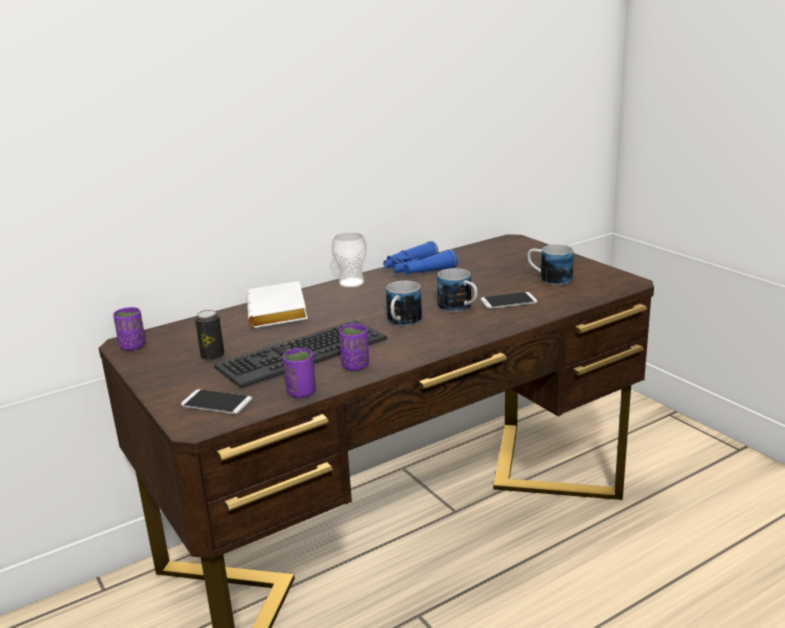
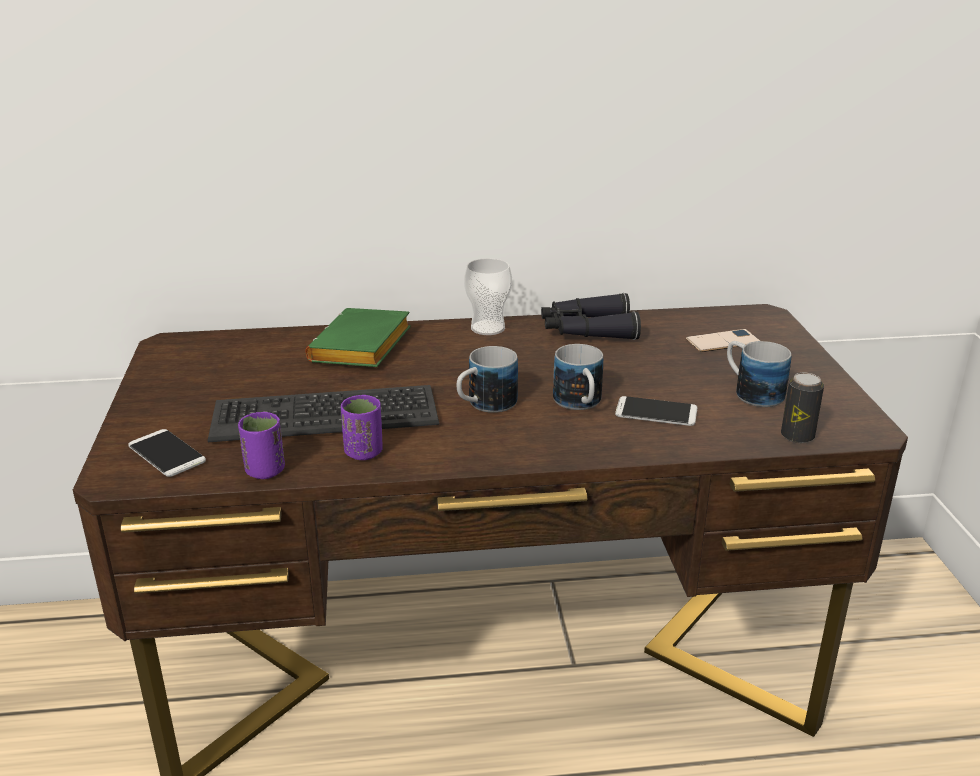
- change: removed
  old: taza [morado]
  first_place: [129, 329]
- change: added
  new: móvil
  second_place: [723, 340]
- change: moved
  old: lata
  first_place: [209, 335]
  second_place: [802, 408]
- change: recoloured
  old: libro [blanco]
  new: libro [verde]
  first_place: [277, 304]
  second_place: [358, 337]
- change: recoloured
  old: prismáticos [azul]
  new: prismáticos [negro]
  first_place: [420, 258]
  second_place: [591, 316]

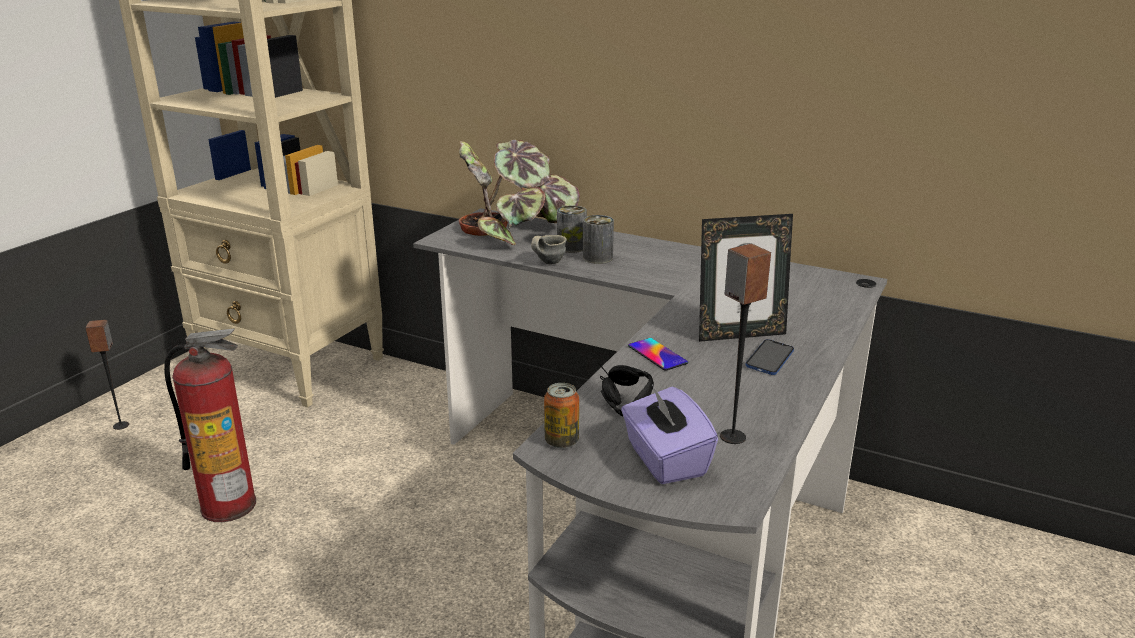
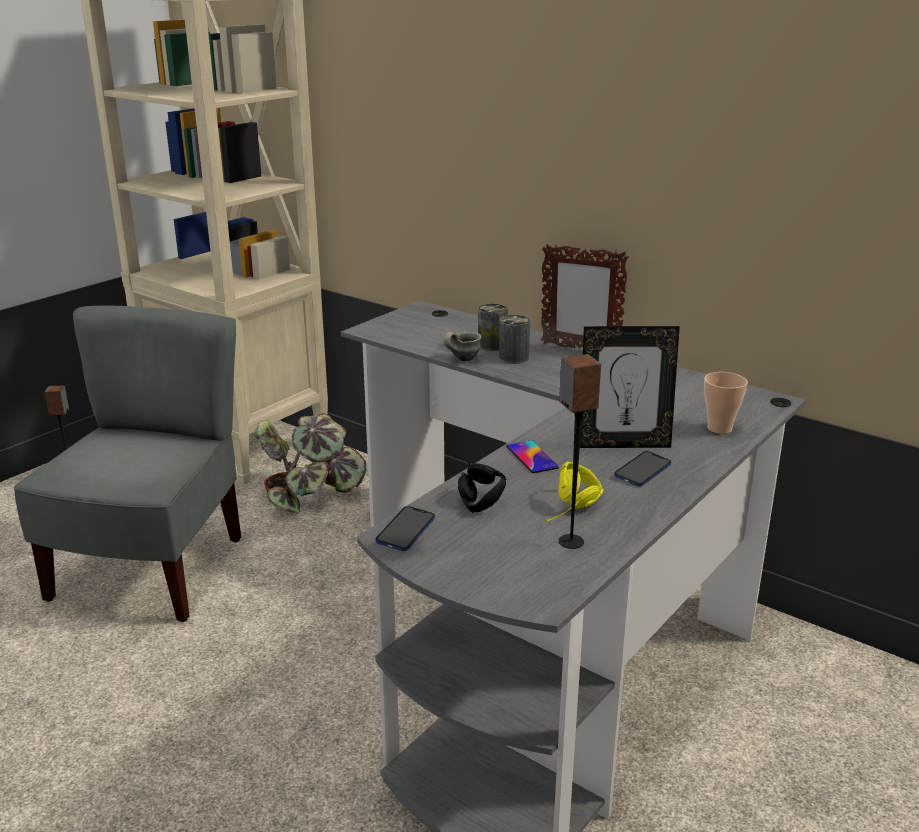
- change: removed
  old: caja de pañuelos [morado]
  first_place: [669, 434]
- change: added
  new: portarretratos
  second_place: [585, 296]
- change: added
  new: auriculares [amarillo]
  second_place: [574, 491]
- change: added
  new: taza
  second_place: [726, 403]
- change: moved
  old: planta en maceta
  first_place: [519, 192]
  second_place: [311, 463]
- change: replaced
  old: extintor
  new: silla [gris]
  first_place: [210, 425]
  second_place: [127, 464]
- change: replaced
  old: lata
  new: móvil
  first_place: [561, 415]
  second_place: [405, 528]

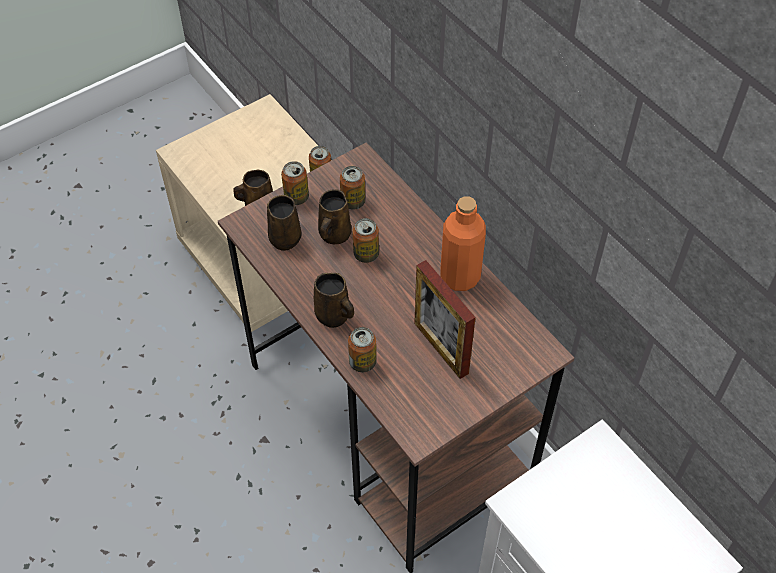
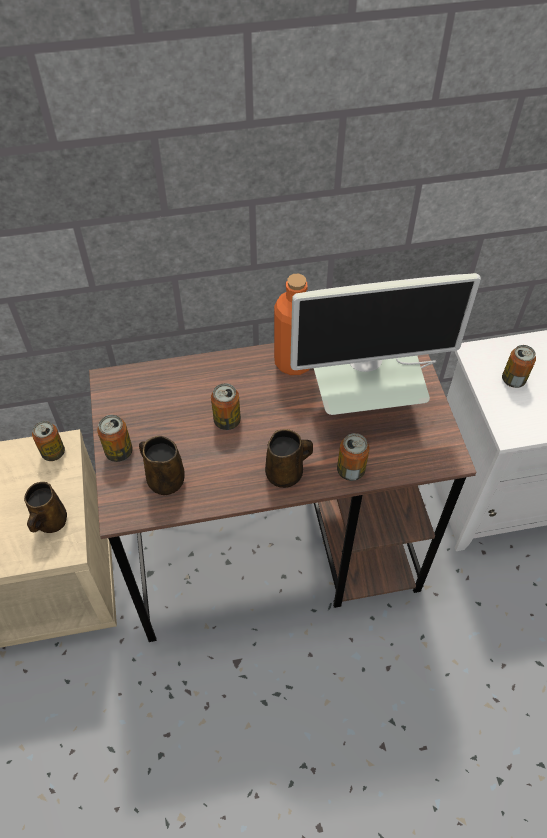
- change: removed
  old: taza grande [marrón]
  first_place: [335, 217]
- change: moved
  old: lata
  first_place: [352, 188]
  second_place: [519, 366]
- change: replaced
  old: portarretratos
  new: monitor
  first_place: [445, 319]
  second_place: [385, 344]

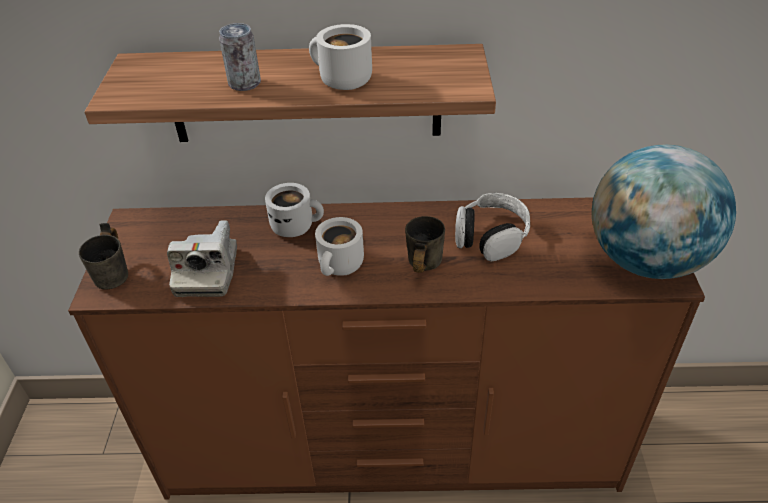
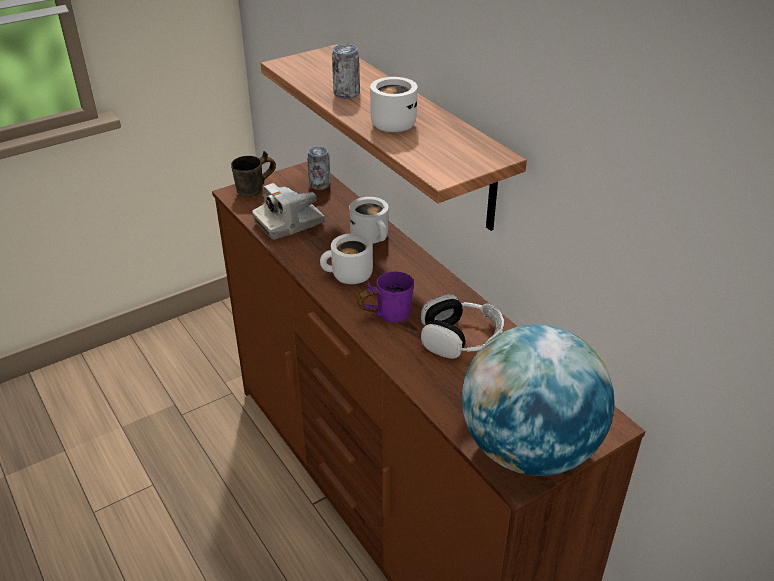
- change: added
  new: lata
  second_place: [319, 168]
- change: recoloured
  old: taza grande [gris]
  new: taza grande [morado]
  first_place: [425, 244]
  second_place: [385, 297]

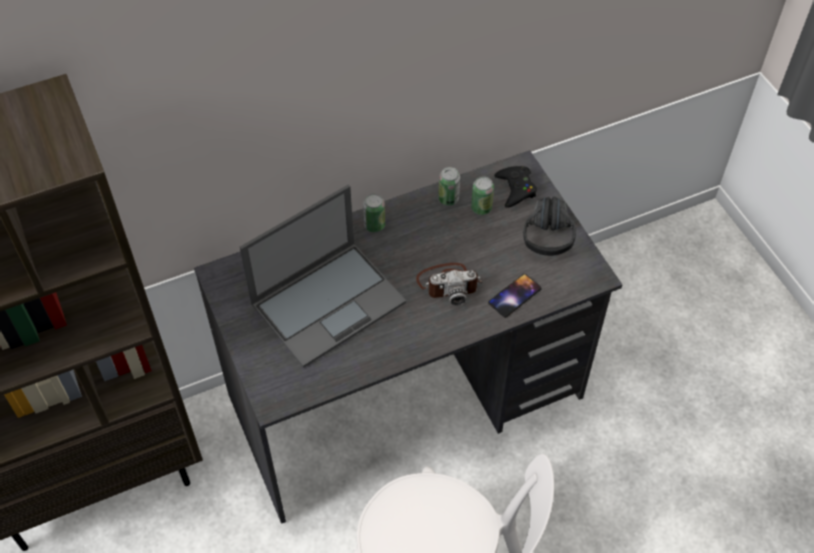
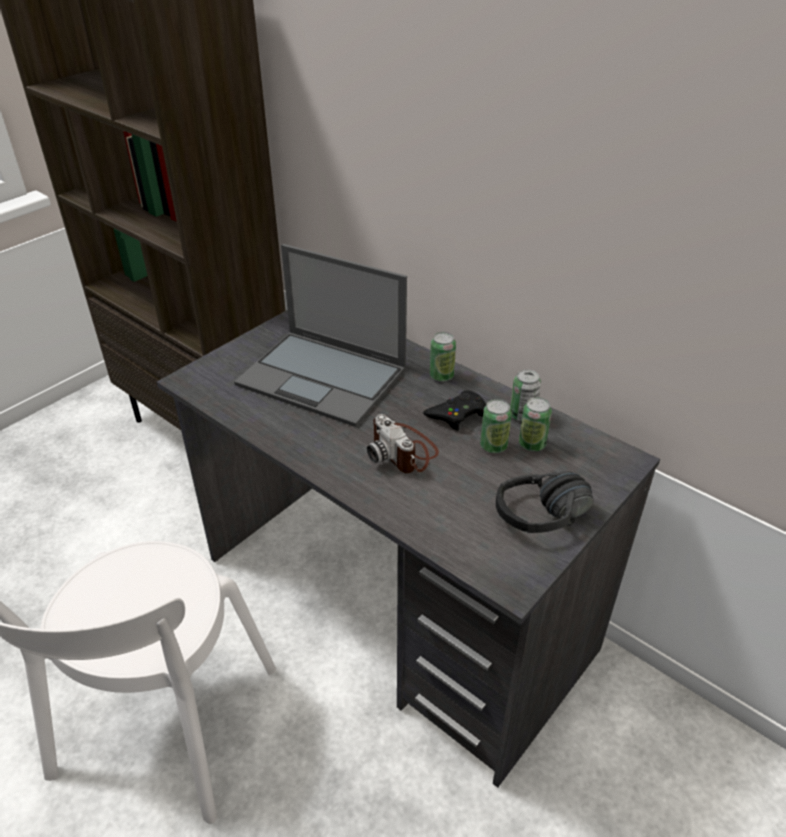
- change: removed
  old: móvil
  first_place: [515, 296]
- change: added
  new: lata
  second_place: [496, 426]
- change: moved
  old: mando de consola [negro]
  first_place: [515, 187]
  second_place: [454, 410]

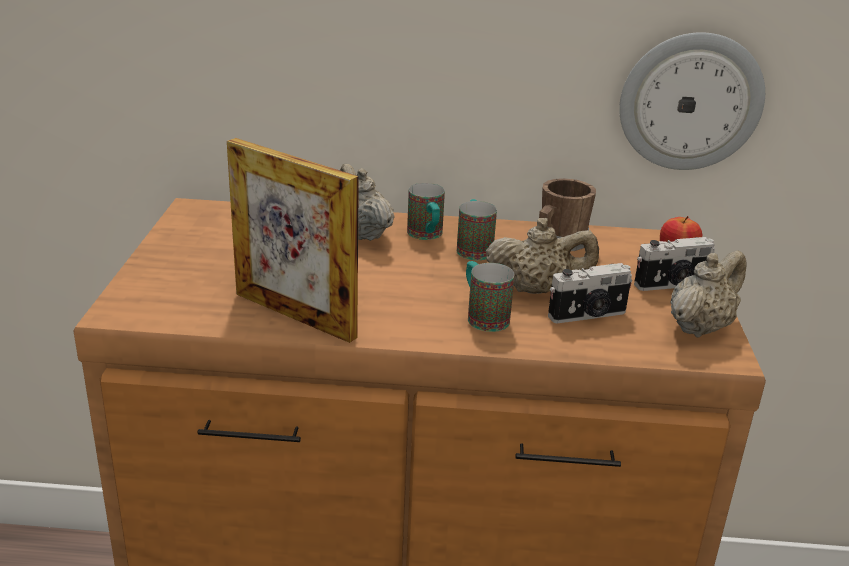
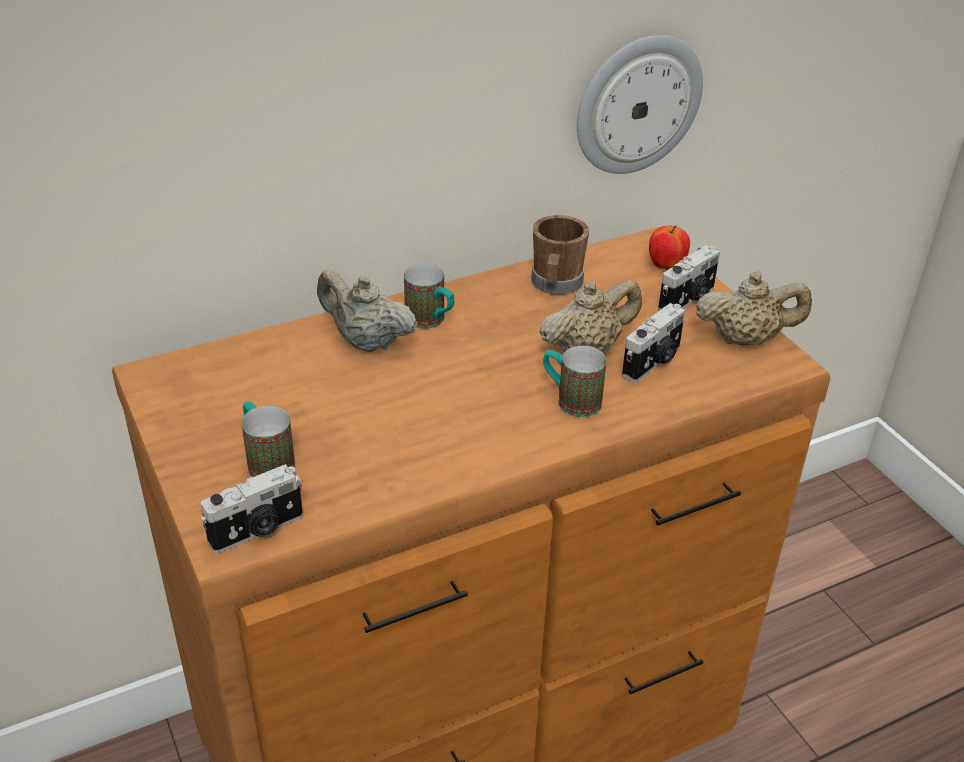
- change: removed
  old: portarretratos
  first_place: [293, 240]
- change: added
  new: cámara
  second_place: [251, 508]
- change: moved
  old: taza grande
  first_place: [477, 229]
  second_place: [268, 439]
- change: turned
  old: tetera [beis]
  first_place: [708, 294]
  second_place: [754, 308]
  degrees: 75

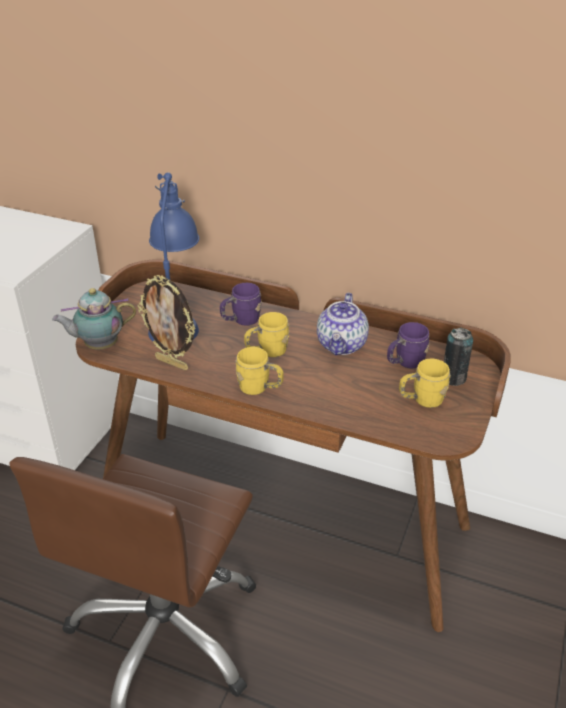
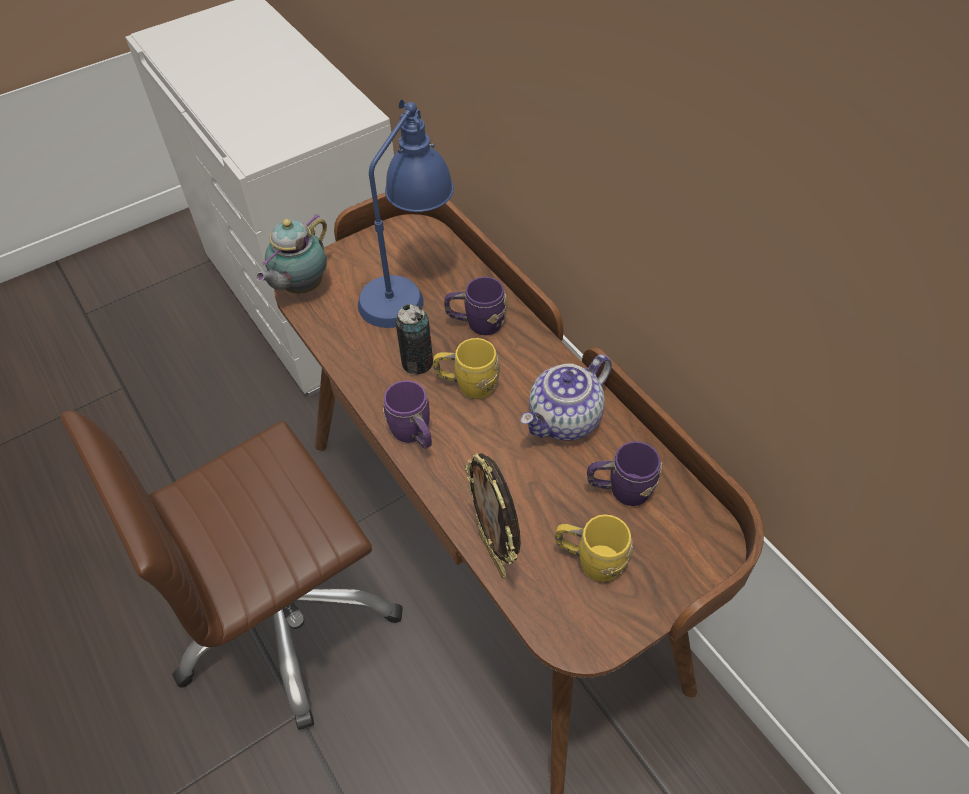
- change: moved
  old: portarretratos
  first_place: [166, 323]
  second_place: [493, 516]
- change: moved
  old: lata
  first_place: [458, 357]
  second_place: [414, 339]
- change: recoloured
  old: taza grande [amarillo]
  new: taza grande [morado]
  first_place: [259, 371]
  second_place: [407, 414]
- change: turned
  old: tetera
  first_place: [94, 318]
  second_place: [291, 254]
  degrees: -75

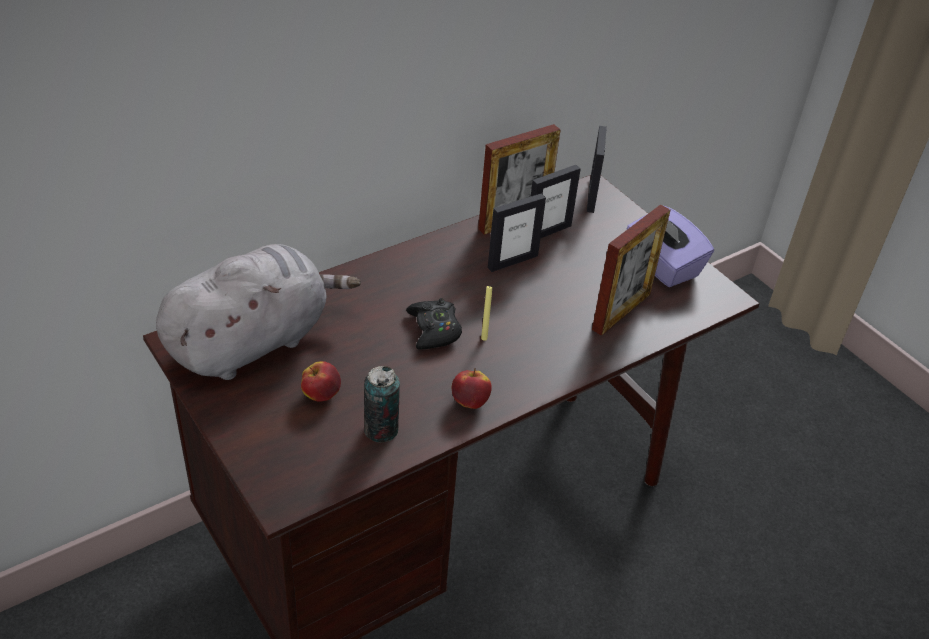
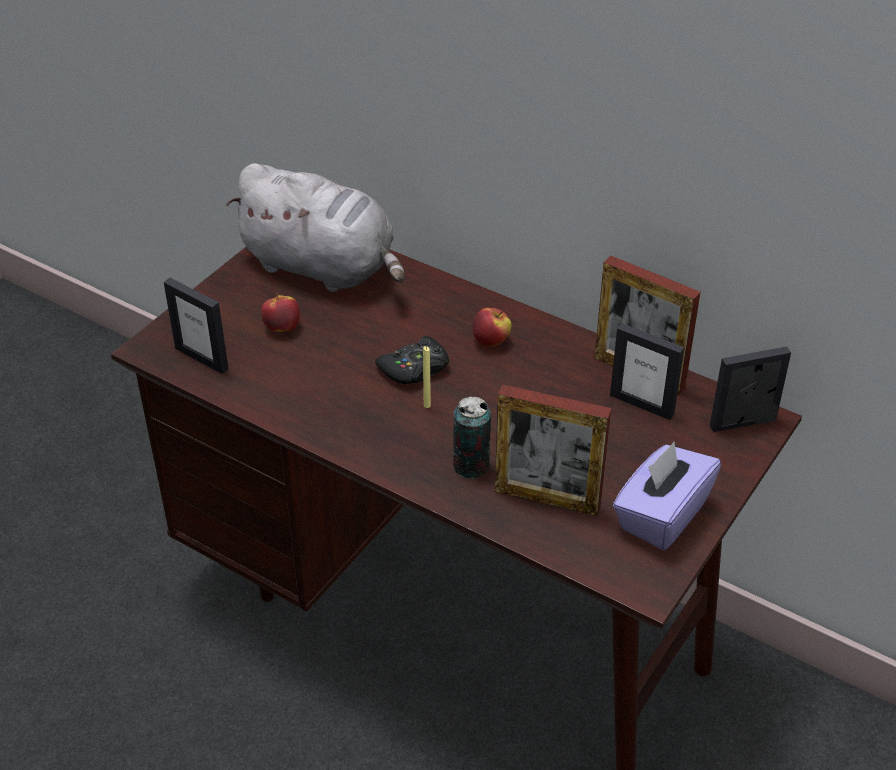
- change: moved
  old: lata
  first_place: [382, 404]
  second_place: [472, 438]
- change: moved
  old: manzana
  first_place: [472, 388]
  second_place: [491, 327]
- change: moved
  old: portarretratos
  first_place: [517, 232]
  second_place: [196, 326]

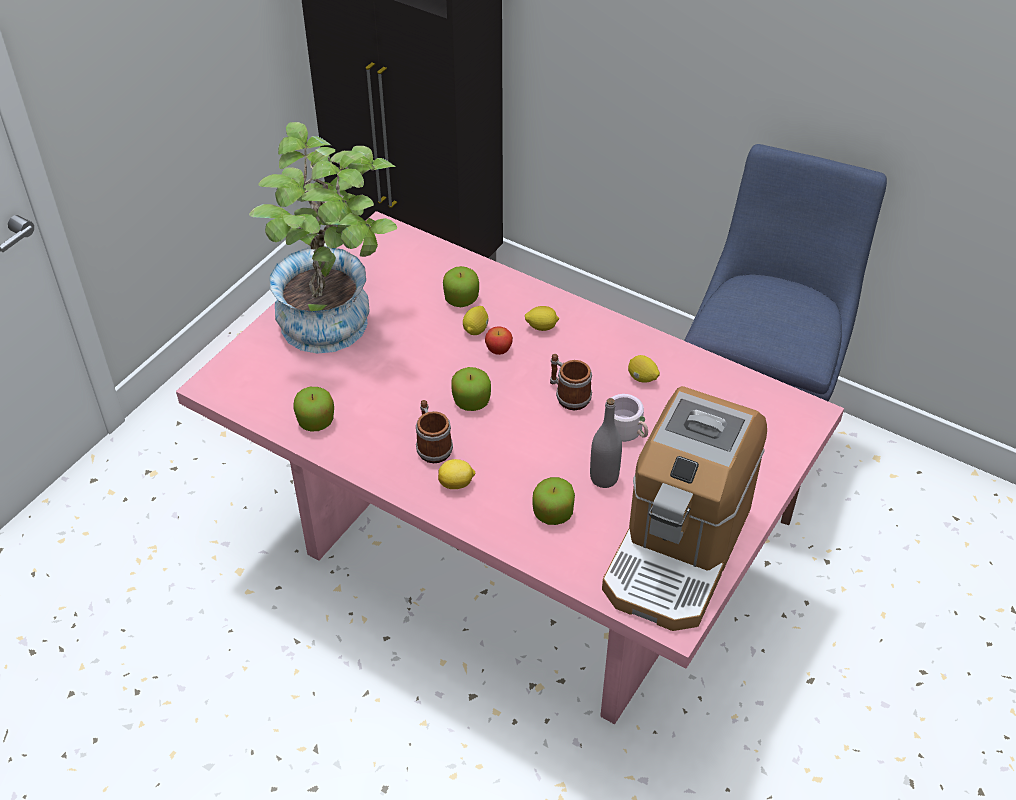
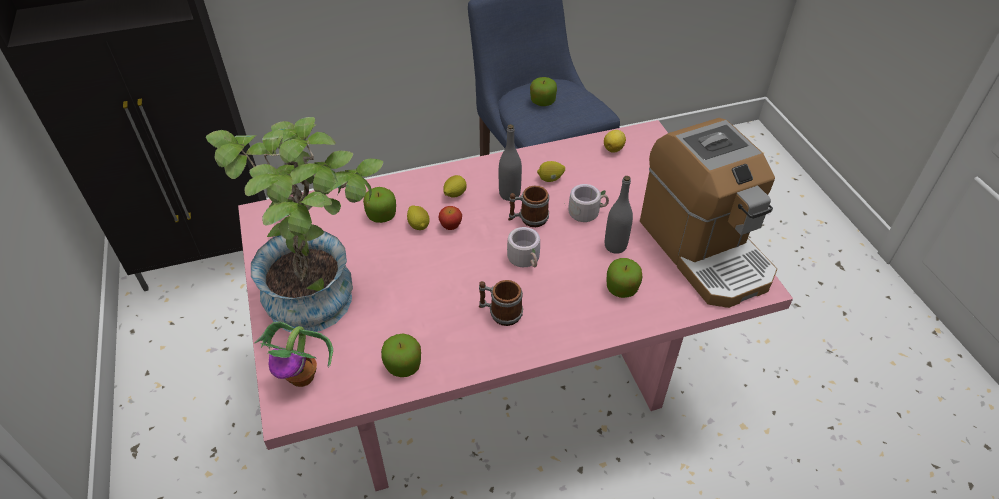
- change: added
  new: planta en maceta
  second_place: [293, 354]
- change: added
  new: botella [gris]
  second_place: [510, 162]
- change: added
  new: taza grande [gris]
  second_place: [523, 247]
- change: moved
  old: limón
  first_place: [456, 474]
  second_place: [615, 141]
- change: moved
  old: manzana
  first_place: [471, 389]
  second_place: [543, 91]

